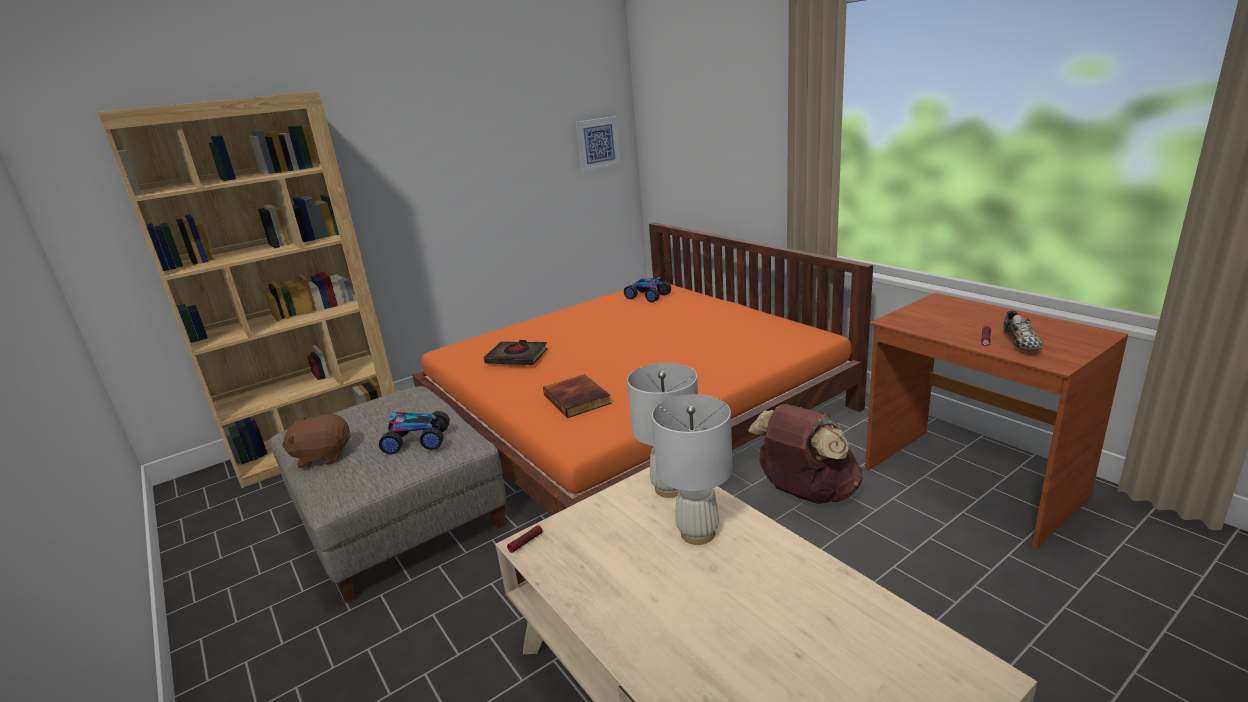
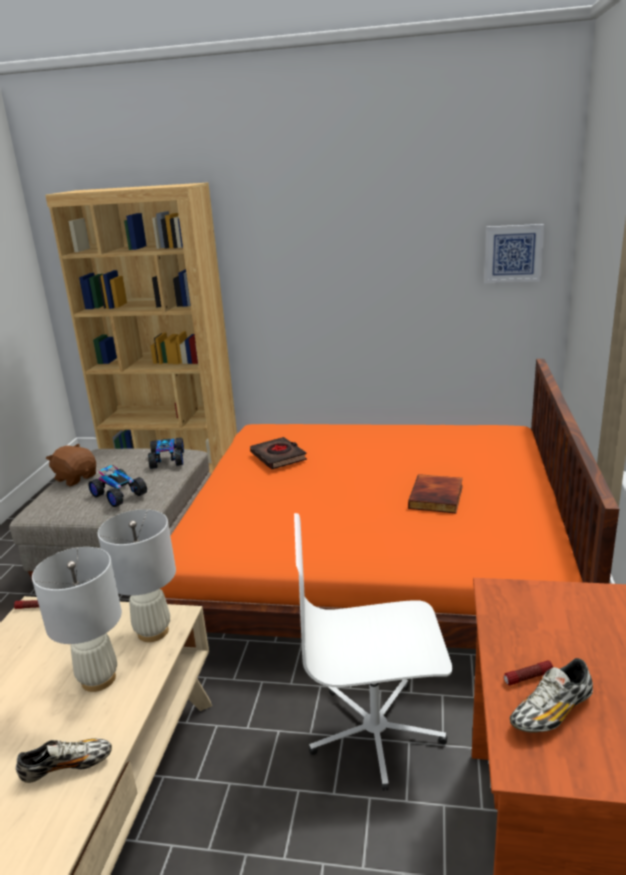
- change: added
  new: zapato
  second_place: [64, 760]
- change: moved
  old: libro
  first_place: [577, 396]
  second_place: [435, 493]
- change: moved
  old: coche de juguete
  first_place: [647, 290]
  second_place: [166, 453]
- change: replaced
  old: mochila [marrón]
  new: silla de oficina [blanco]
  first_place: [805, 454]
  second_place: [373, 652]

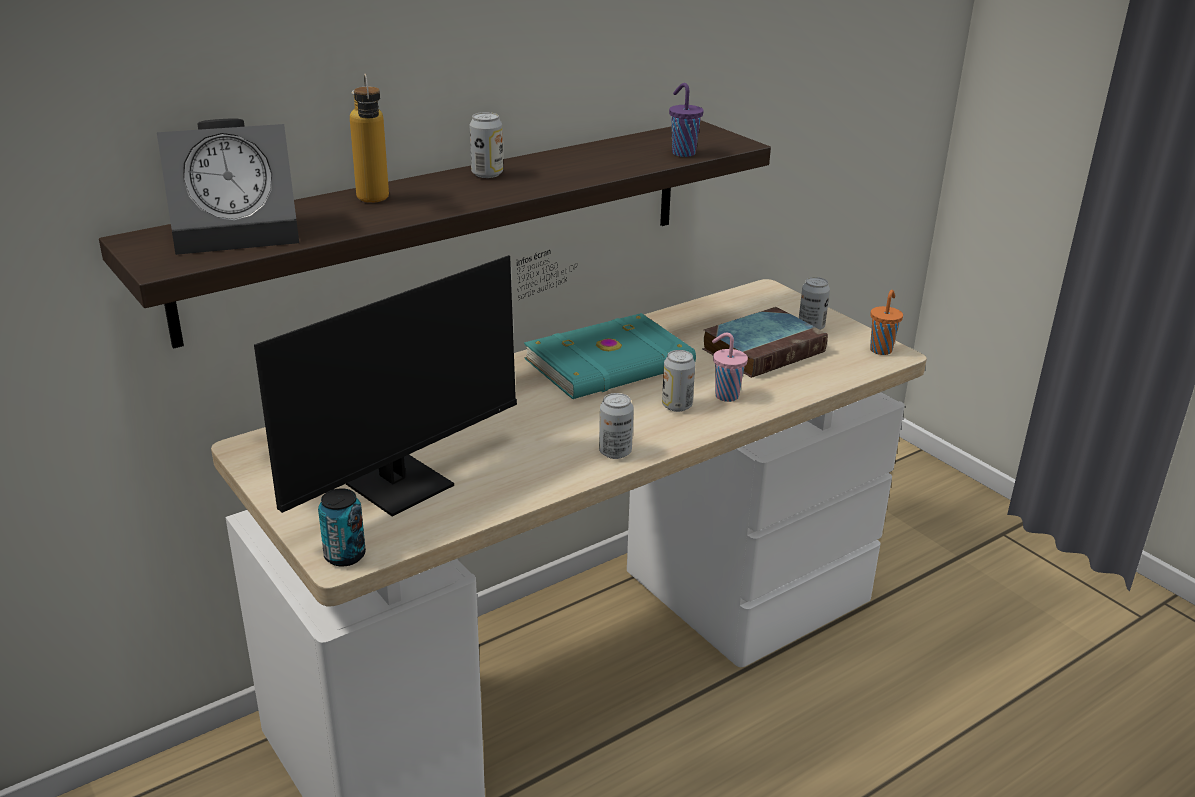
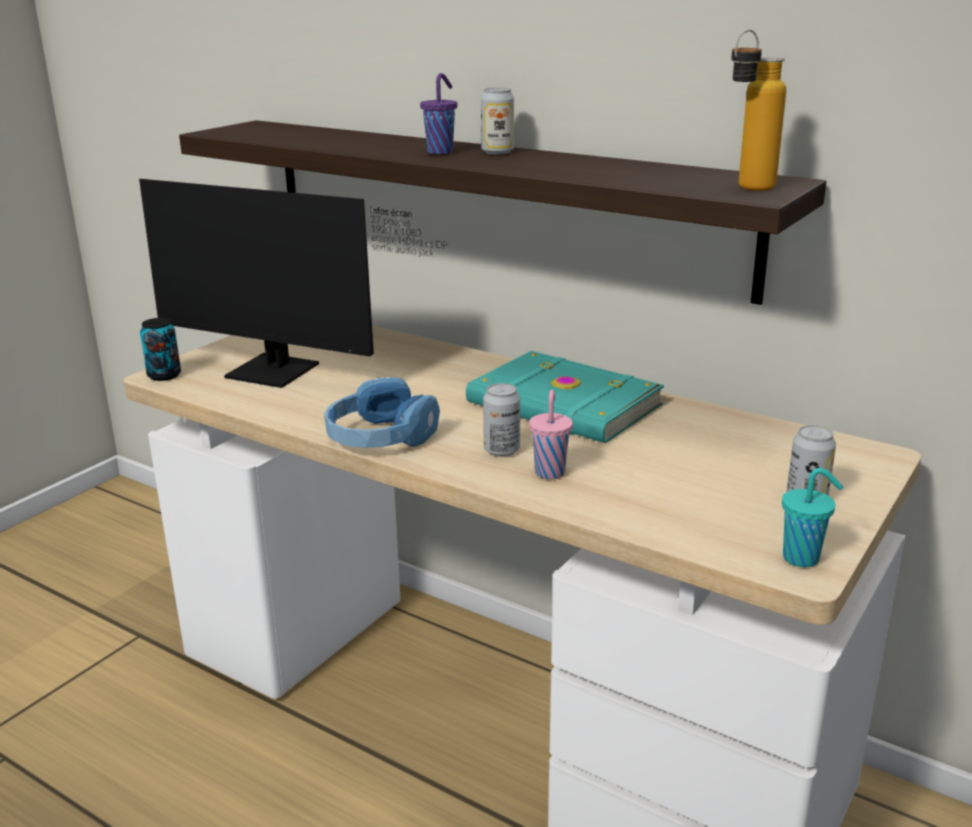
- change: removed
  old: despertador
  first_place: [228, 187]
- change: removed
  old: libro
  first_place: [765, 342]
- change: moved
  old: botella
  first_place: [369, 138]
  second_place: [758, 110]
- change: moved
  old: taza [morado]
  first_place: [686, 120]
  second_place: [438, 113]
- change: replaced
  old: lata
  new: auriculares [azul]
  first_place: [616, 426]
  second_place: [382, 412]
- change: recoloured
  old: taza [naranja]
  new: taza [turquesa]
  first_place: [886, 322]
  second_place: [812, 517]

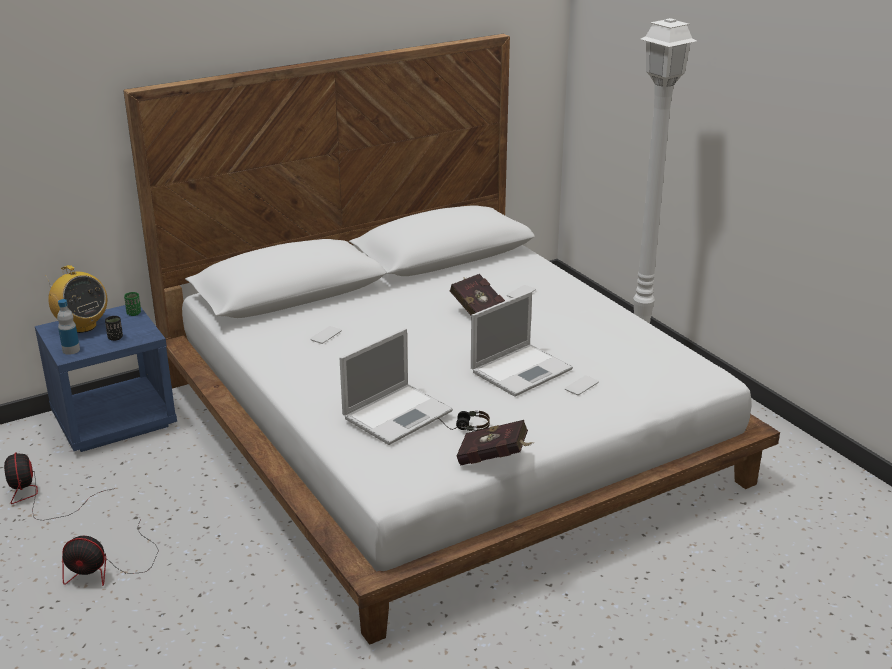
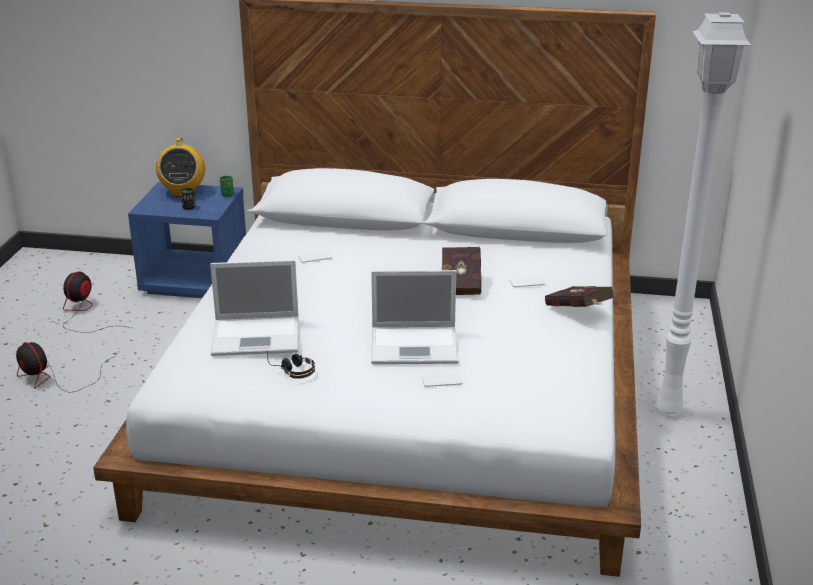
- change: removed
  old: botella
  first_place: [68, 327]
- change: moved
  old: libro [rojo]
  first_place: [494, 442]
  second_place: [579, 296]

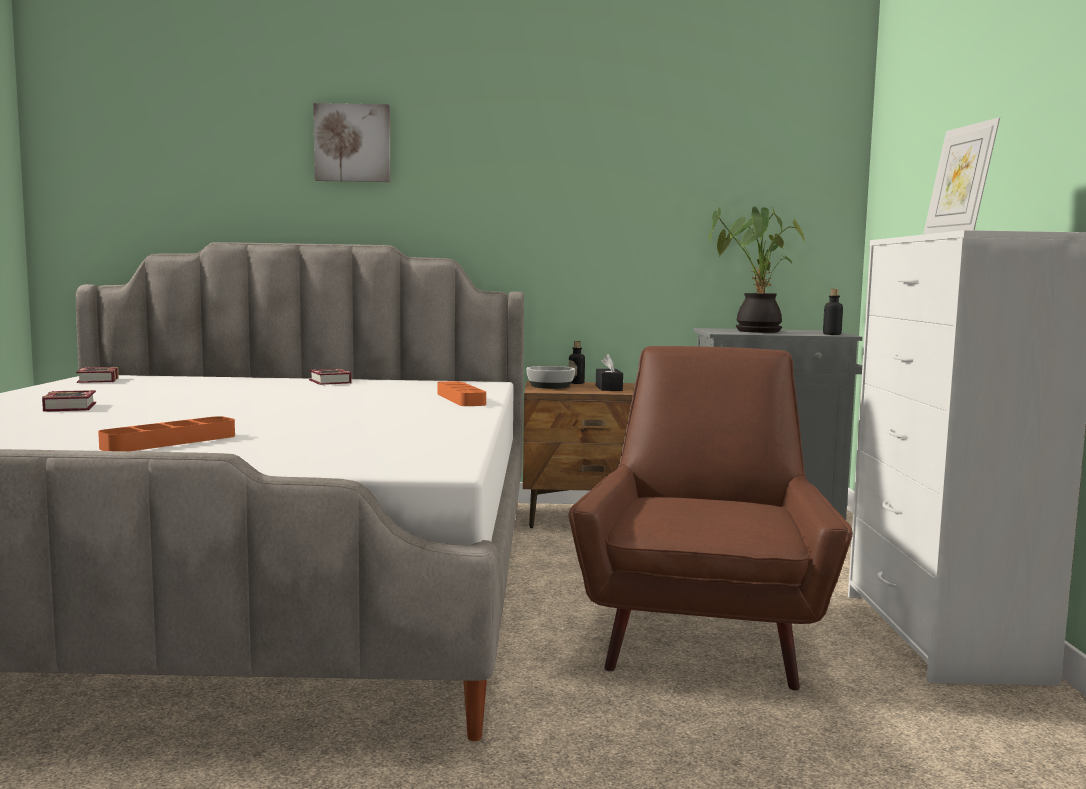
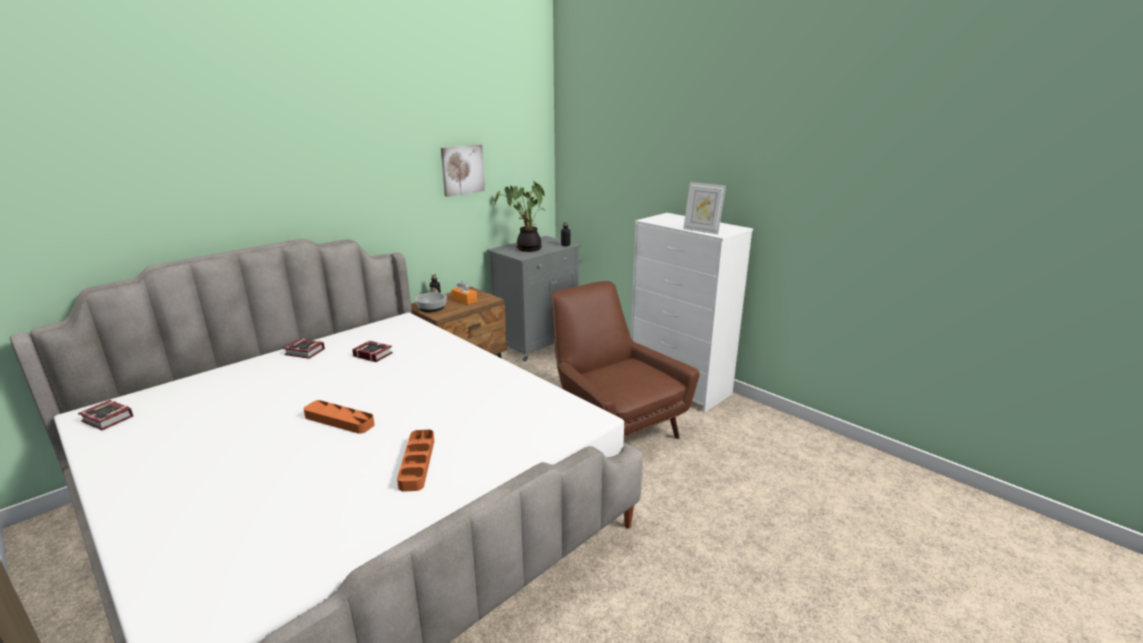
- change: moved
  old: libro
  first_place: [69, 401]
  second_place: [372, 351]
- change: moved
  old: cuadro
  first_place: [351, 142]
  second_place: [463, 170]
- change: moved
  old: bandeja [naranja]
  first_place: [462, 393]
  second_place: [339, 417]
- change: recoloured
  old: caja de pañuelos [negro]
  new: caja de pañuelos [naranja]
  first_place: [609, 372]
  second_place: [464, 293]

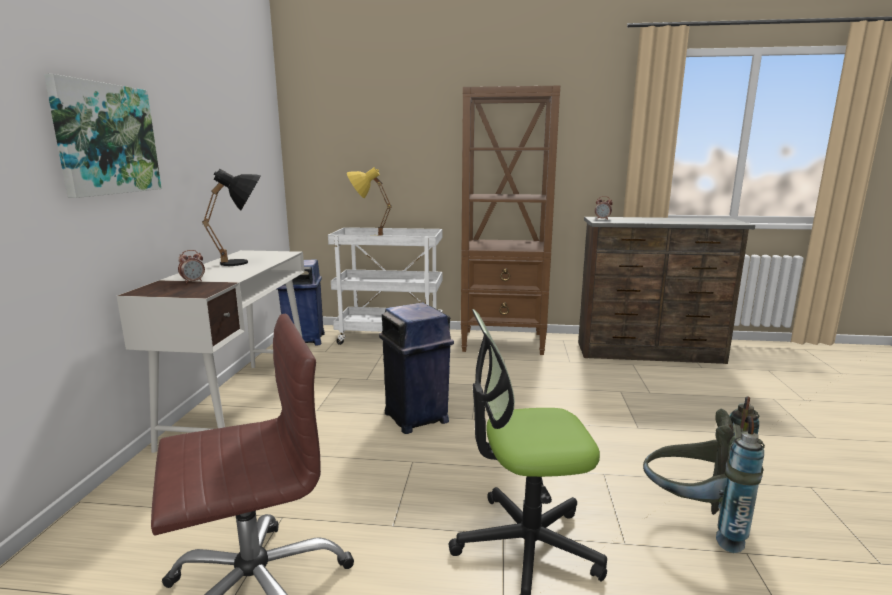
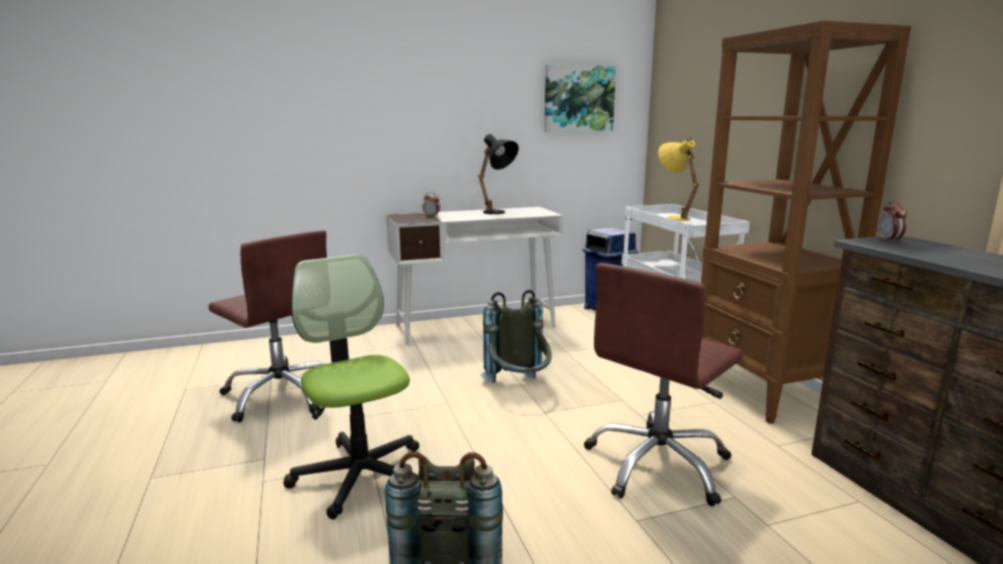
- change: added
  new: silla de oficina [marrón]
  second_place: [663, 384]
- change: moved
  old: cuadro
  first_place: [103, 136]
  second_place: [580, 98]
- change: replaced
  old: papelera [azul]
  new: mochila [gris]
  first_place: [416, 368]
  second_place: [515, 336]

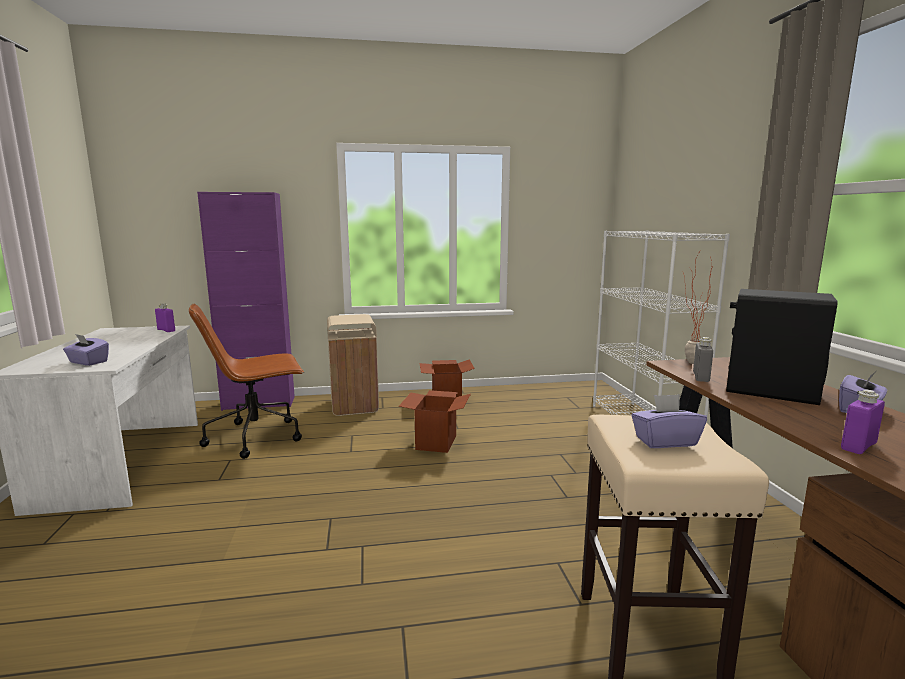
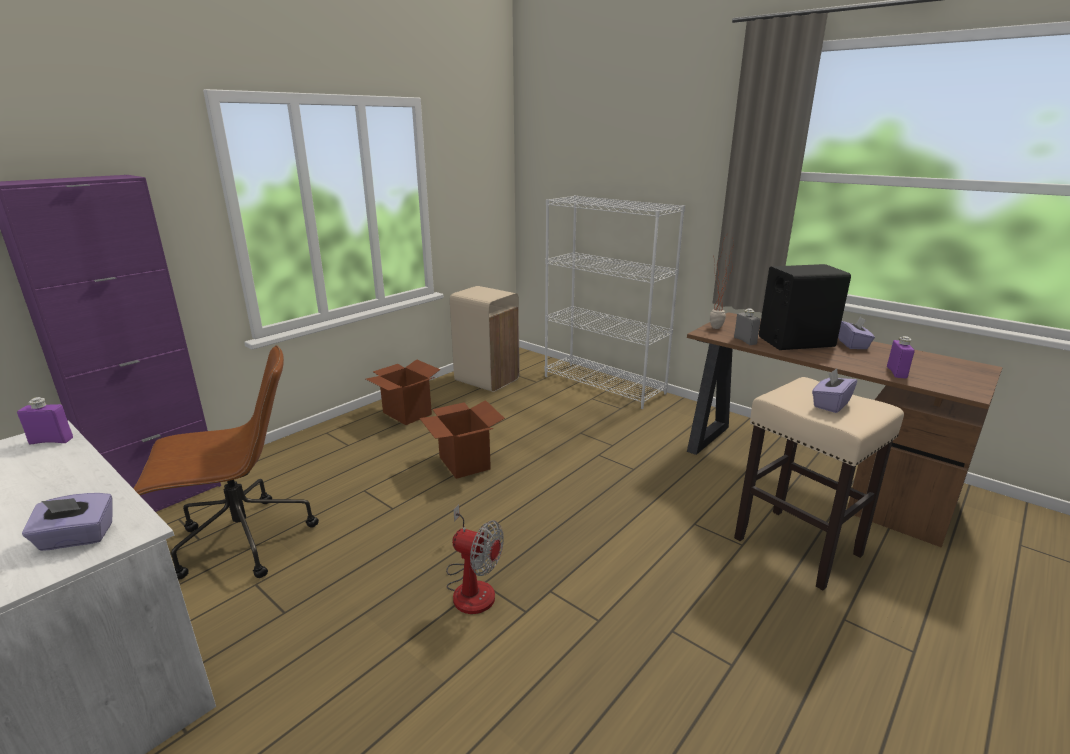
- change: added
  new: ventilador
  second_place: [475, 559]
- change: moved
  old: papelera [beis]
  first_place: [353, 365]
  second_place: [485, 339]
- change: turned
  old: silla de oficina [marrón]
  first_place: [246, 381]
  second_place: [226, 462]
  degrees: -135

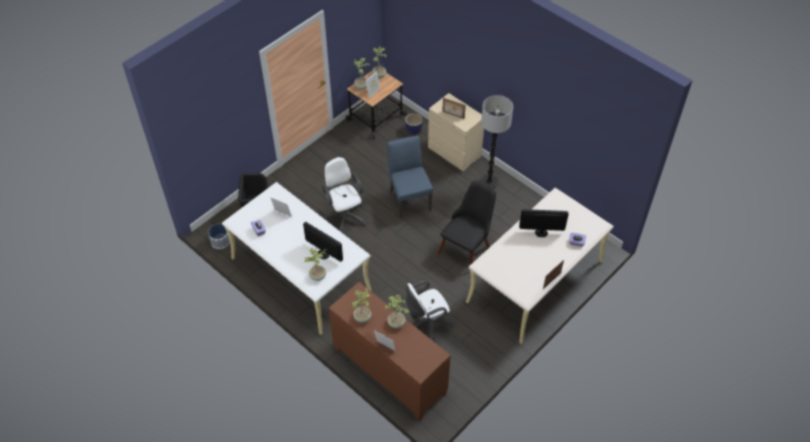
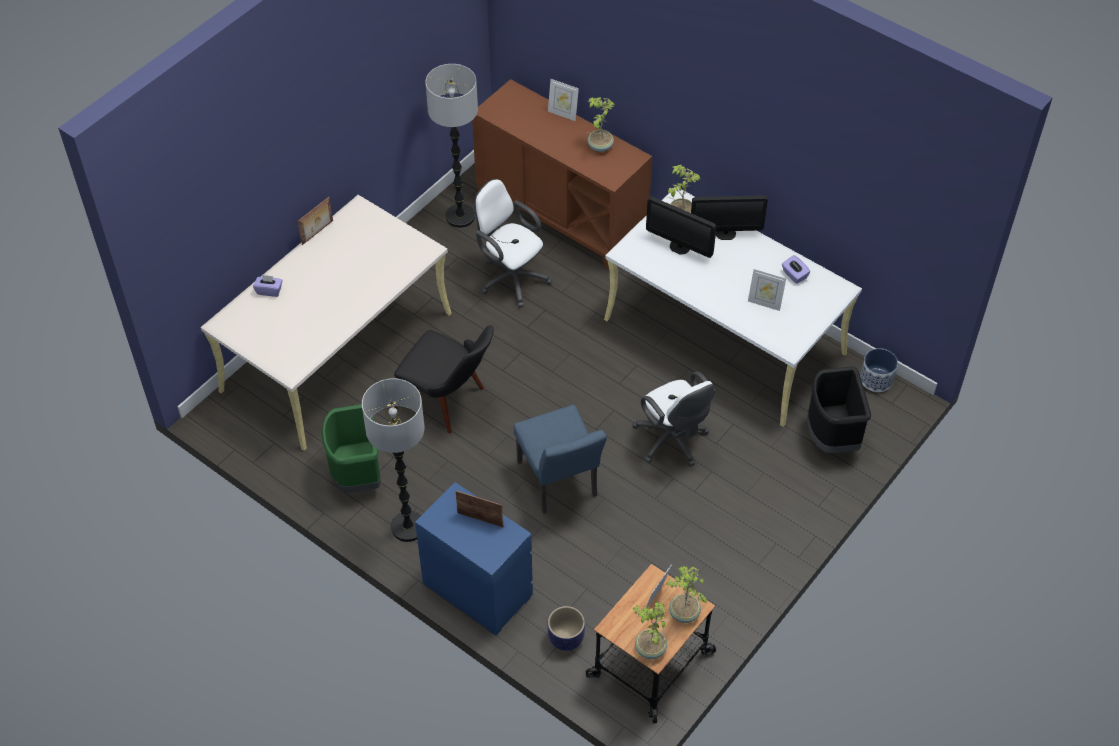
- change: removed
  old: planta en maceta
  first_place: [396, 311]
- change: added
  new: papelera [verde]
  second_place: [351, 448]
- change: added
  new: lámpara de pie
  second_place: [451, 146]
- change: moved
  old: monitor
  first_place: [544, 223]
  second_place: [729, 217]
- change: recoloured
  old: cómoda [beis]
  new: cómoda [azul]
  first_place: [456, 132]
  second_place: [474, 558]
- change: turned
  old: silla de oficina [blanco]
  first_place: [430, 311]
  second_place: [513, 243]
  degrees: -105
- change: turned
  old: silla [negro]
  first_place: [466, 223]
  second_place: [444, 379]
  degrees: -90

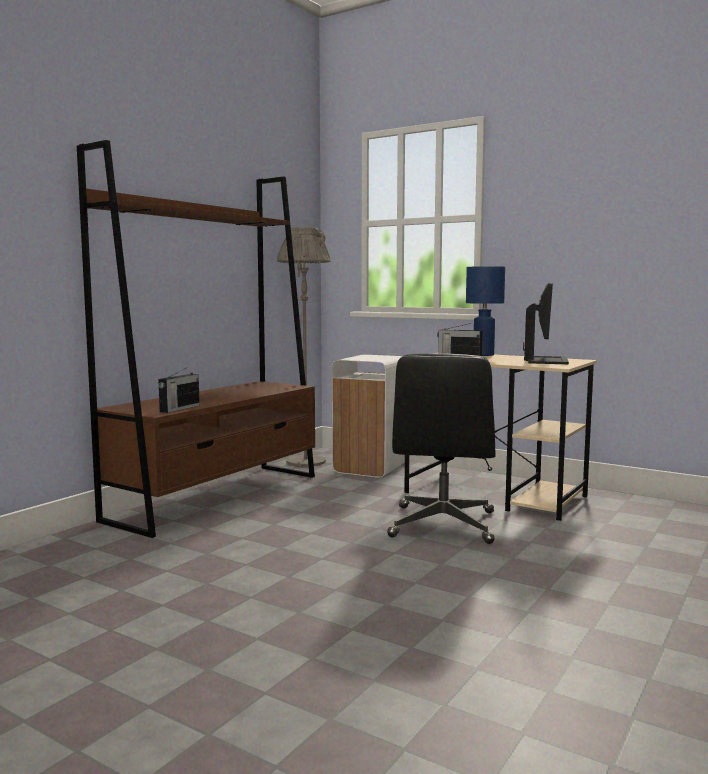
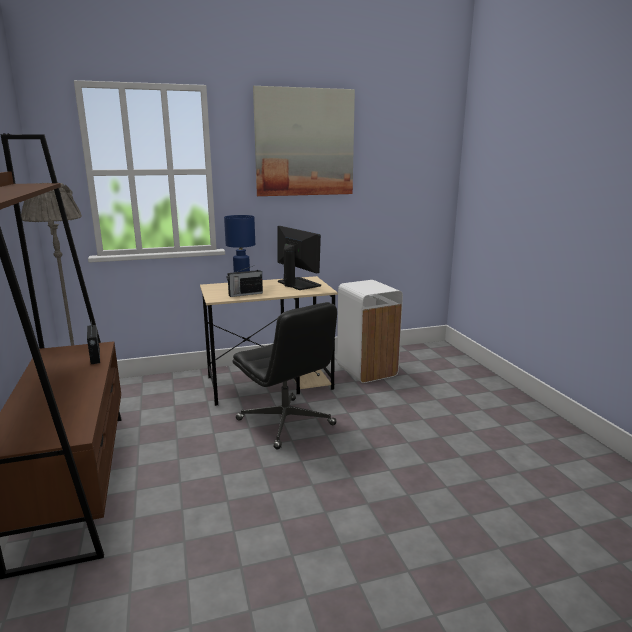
- change: added
  new: cuadro
  second_place: [304, 141]
- change: moved
  old: radio
  first_place: [179, 389]
  second_place: [93, 343]
- change: moved
  old: papelera [blanco]
  first_place: [368, 416]
  second_place: [370, 331]

